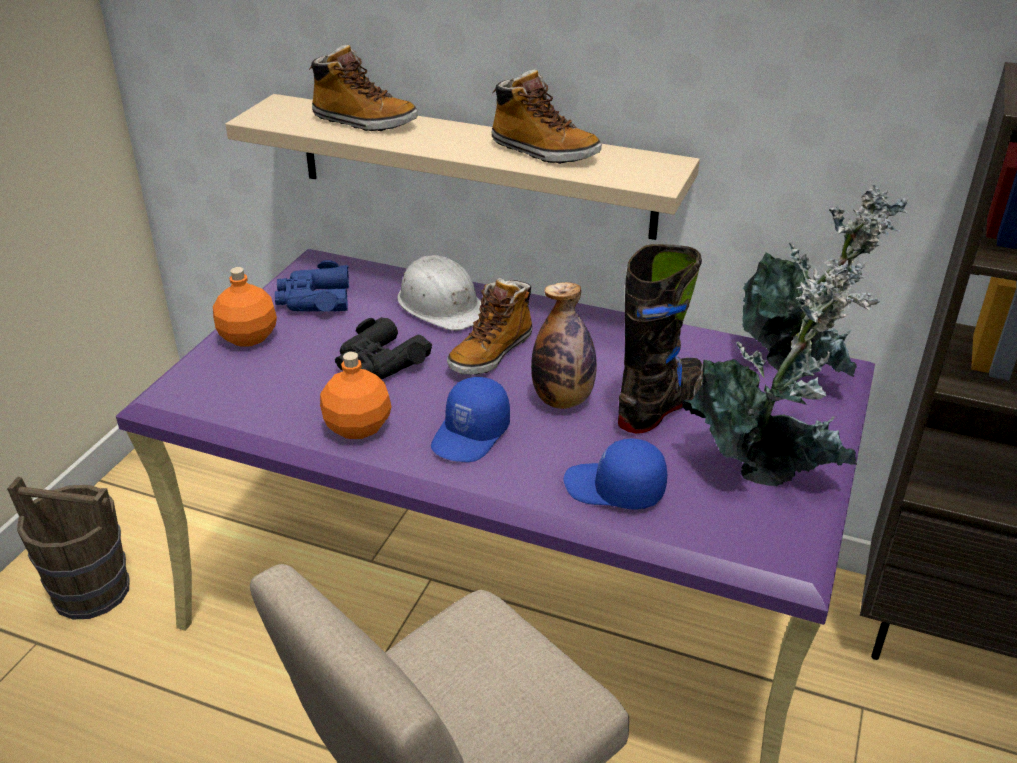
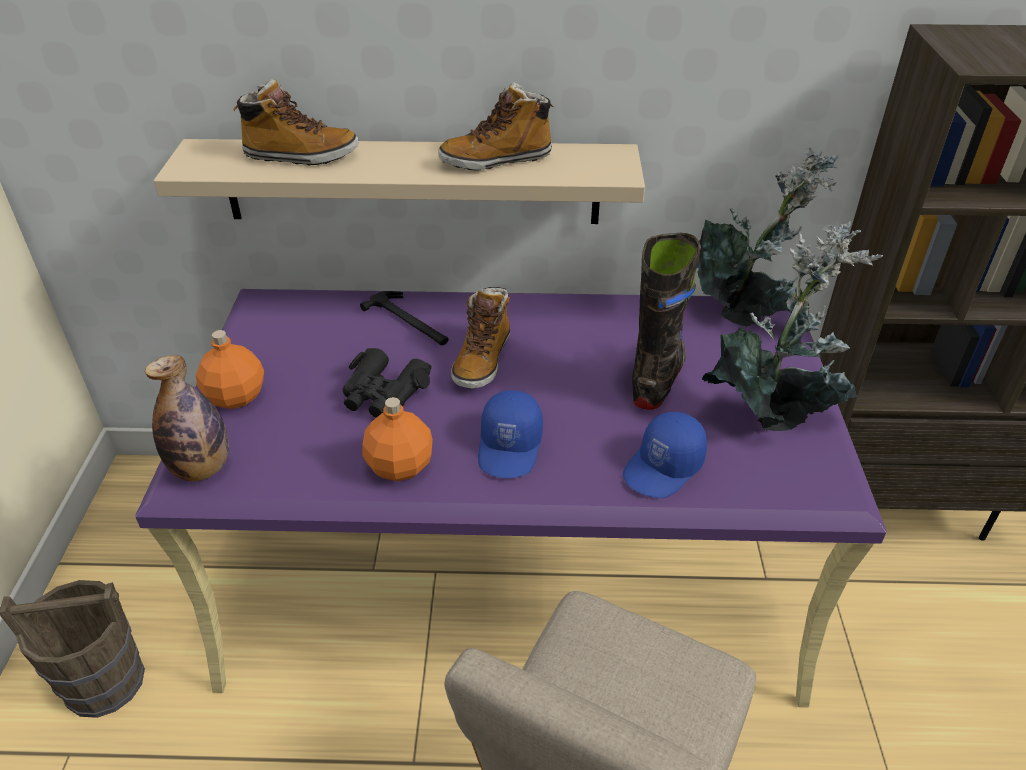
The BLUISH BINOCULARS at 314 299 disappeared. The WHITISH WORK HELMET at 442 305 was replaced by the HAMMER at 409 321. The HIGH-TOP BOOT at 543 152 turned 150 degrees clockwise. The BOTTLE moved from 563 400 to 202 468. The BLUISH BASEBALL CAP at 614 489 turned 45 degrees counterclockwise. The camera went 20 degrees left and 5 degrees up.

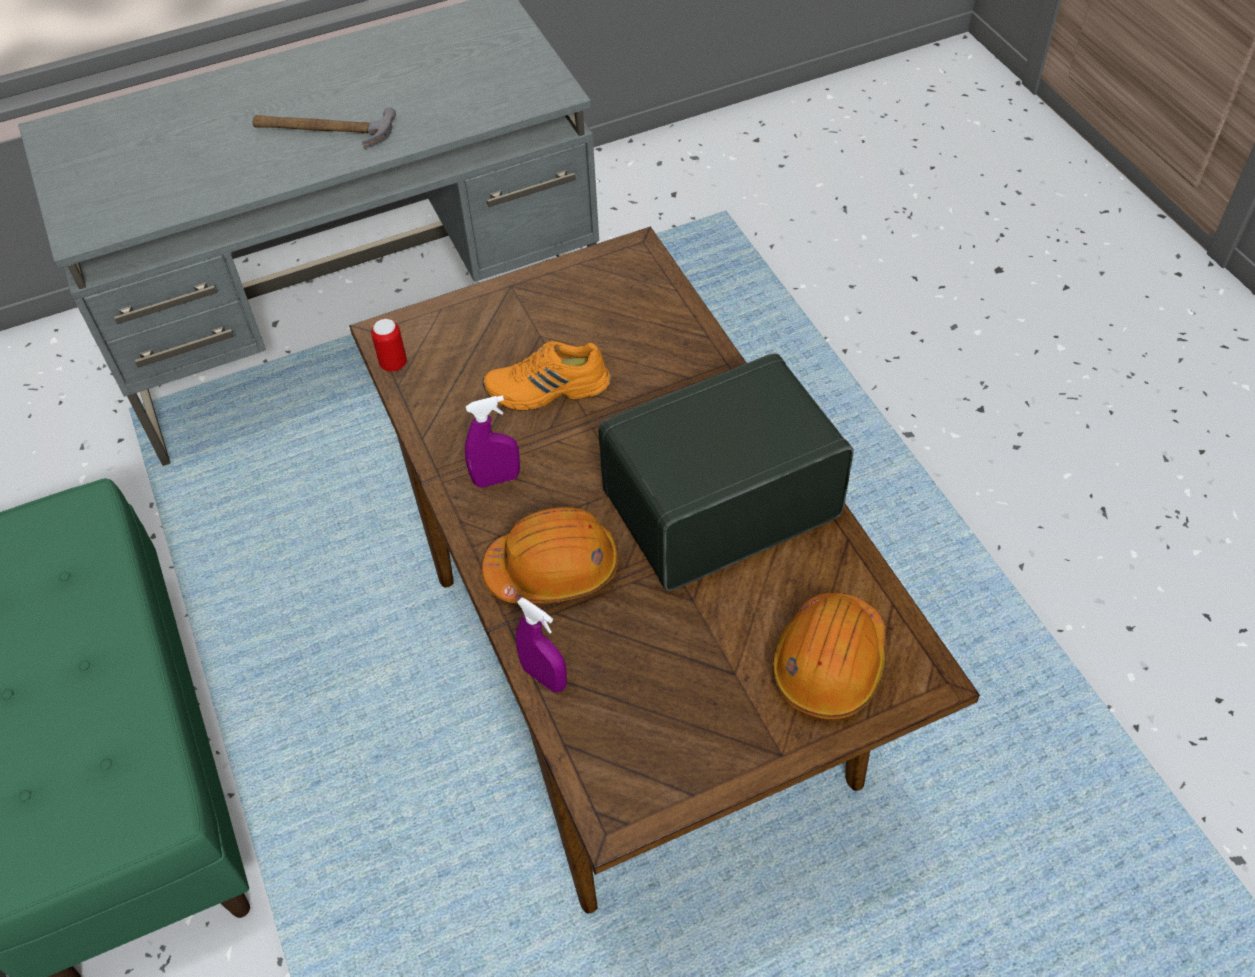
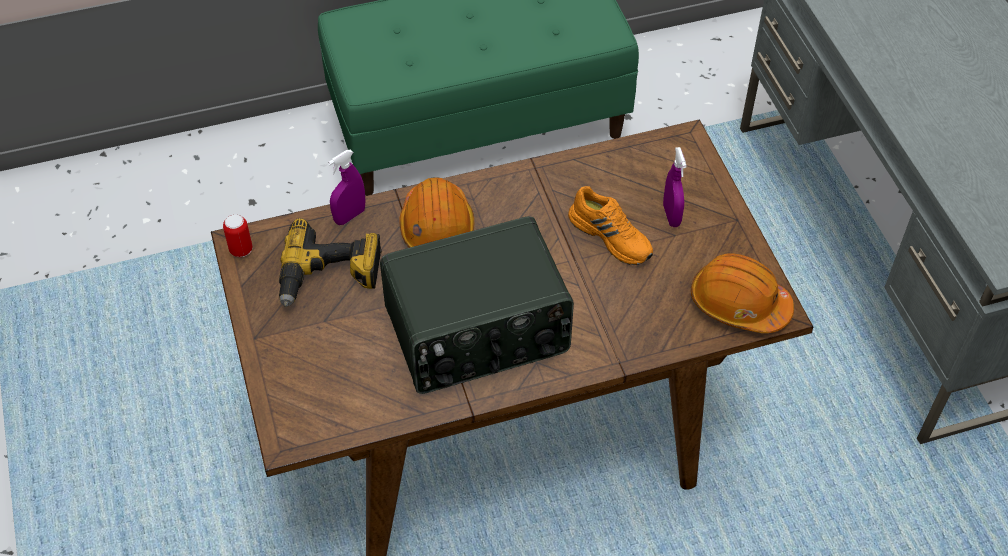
The HAMMER at 322 130 disappeared. The SEALED CAN moved from 393 364 to 241 250. The PURPLISH SPRAY BOTTLE moved from 496 479 to 671 215. The ORANGEY ITEM OF FOOTWEAR at 548 390 turned 135 degrees clockwise. The RADIO RECEIVER at 719 502 turned 90 degrees clockwise. The ORANGEY WORK HELMET moved from 829 664 to 738 304. The DRILL at 330 276 appeared. The camera went 95 degrees right and 0 degrees up.

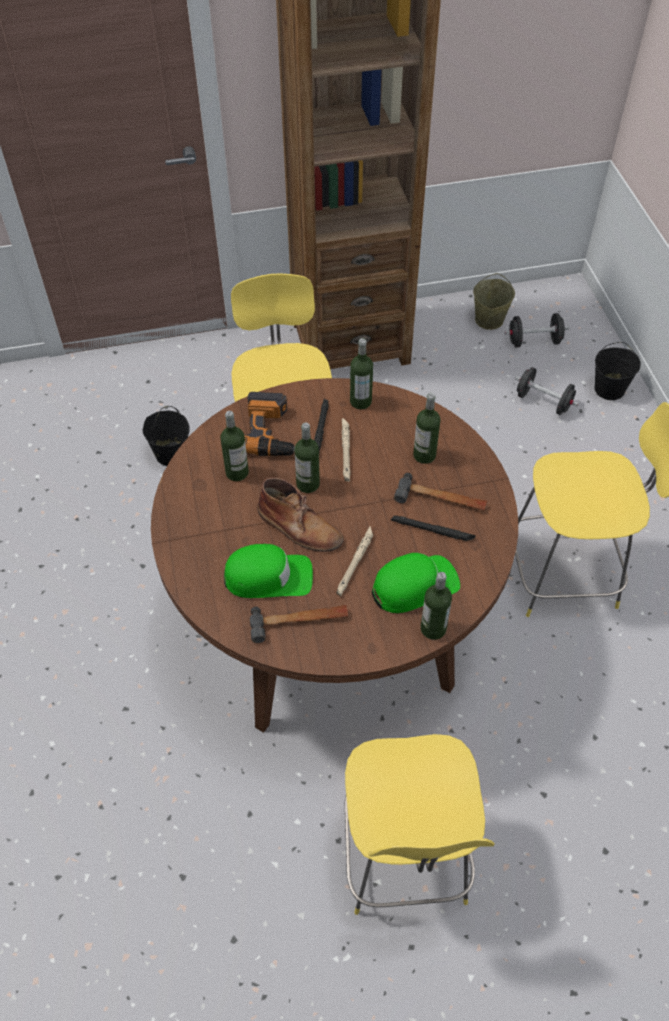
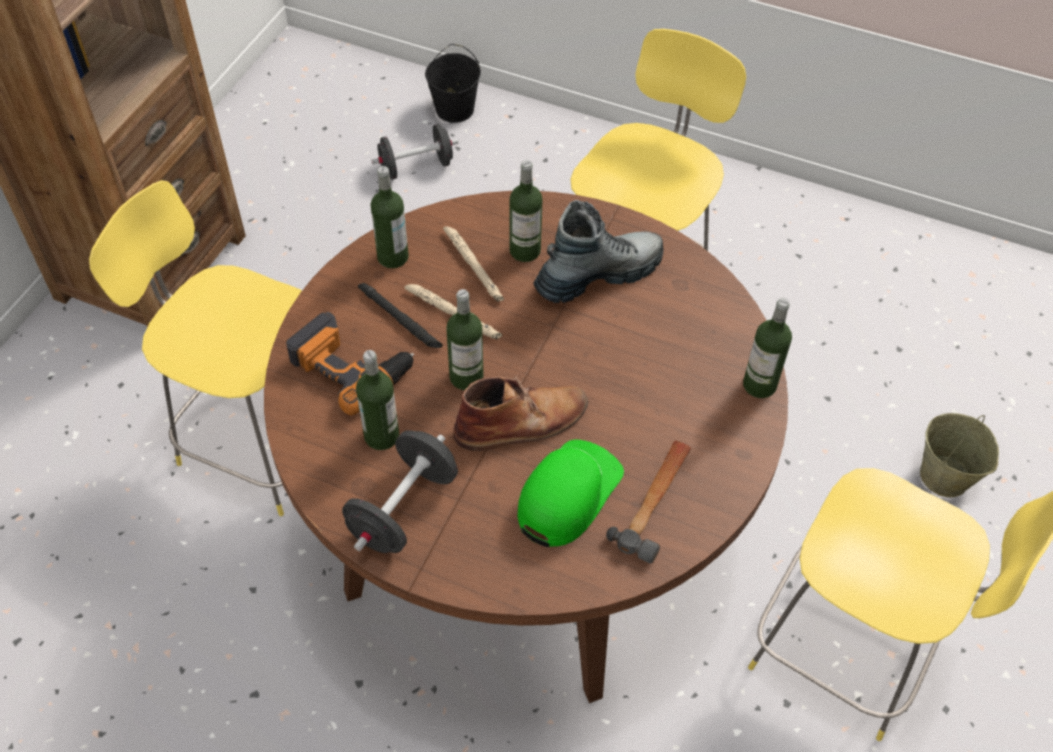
The BLACK PAIL at 171 453 disappeared. The BEIGE-COLOURED FLASHLIGHT moved from 355 562 to 473 266. The GREEN-COLOURED BASEBALL CAP at 415 585 disappeared. The BLACK FLASHLIGHT at 432 530 disappeared. The HAMMER at 441 500 was replaced by the HIGH-TOP BOOT at 598 275. The BEIGE-COLOURED PAIL moved from 489 320 to 945 477. The BLACK DUMBBELL moved from 534 341 to 403 509. The camera went 55 degrees left and 0 degrees up.

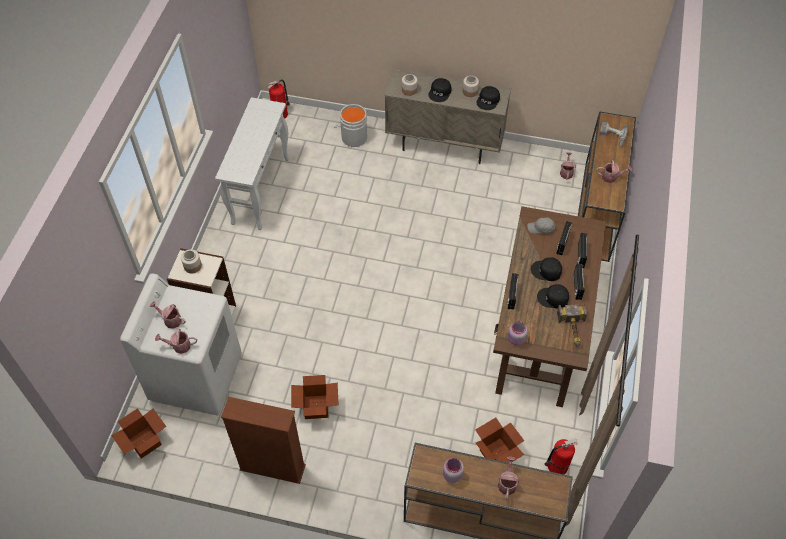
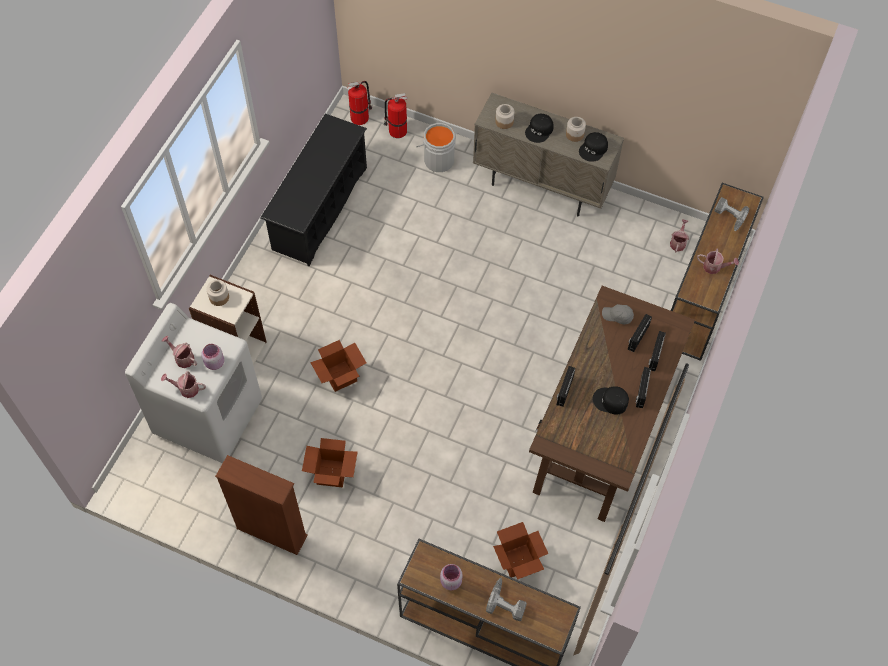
The CARDBOARD BOX moved from 145 442 to 340 376. The WHITISH NARROW TABLE at 260 190 was replaced by the BLACK SHOE SHELF at 319 208. The WATERING POT at 507 483 was replaced by the DRILL at 508 601. The PINK-COLOURED PRESERVE JAR moved from 515 339 to 214 363. The BLACK BASEBALL CAP at 546 271 disappeared. The FIRE-FIGHTING CYLINDER moved from 556 467 to 396 131. The HAMMER at 573 330 disappeared. The camera went 10 degrees right and 5 degrees up.

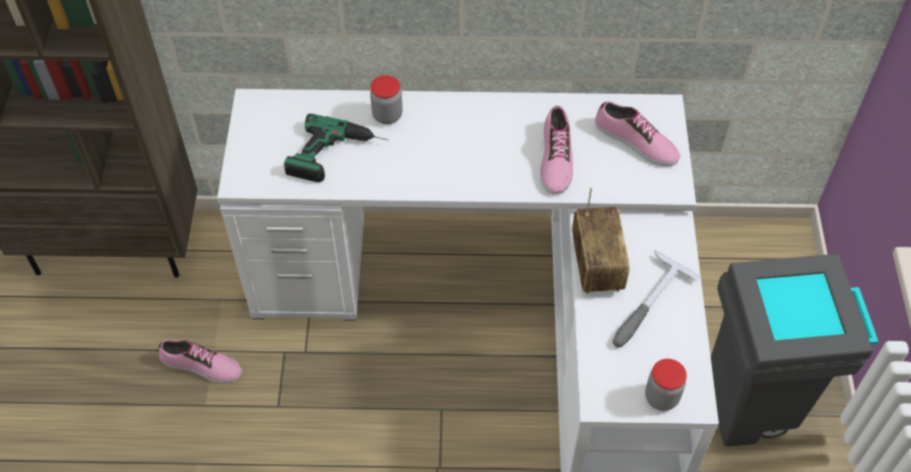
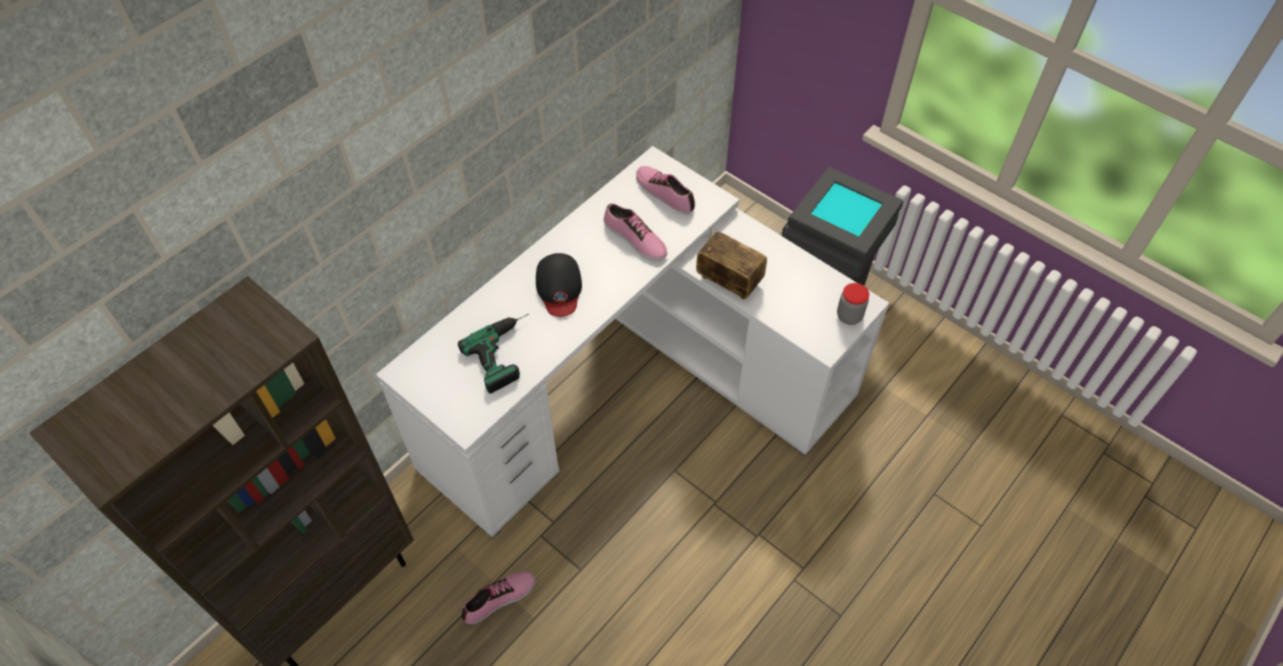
The PRESERVE JAR at 387 115 disappeared. The ITEM OF FOOTWEAR at 636 142 turned 120 degrees counterclockwise. The HAMMER at 645 306 disappeared. The BLACK BASEBALL CAP at 559 287 appeared. The camera went 50 degrees left and 0 degrees up.

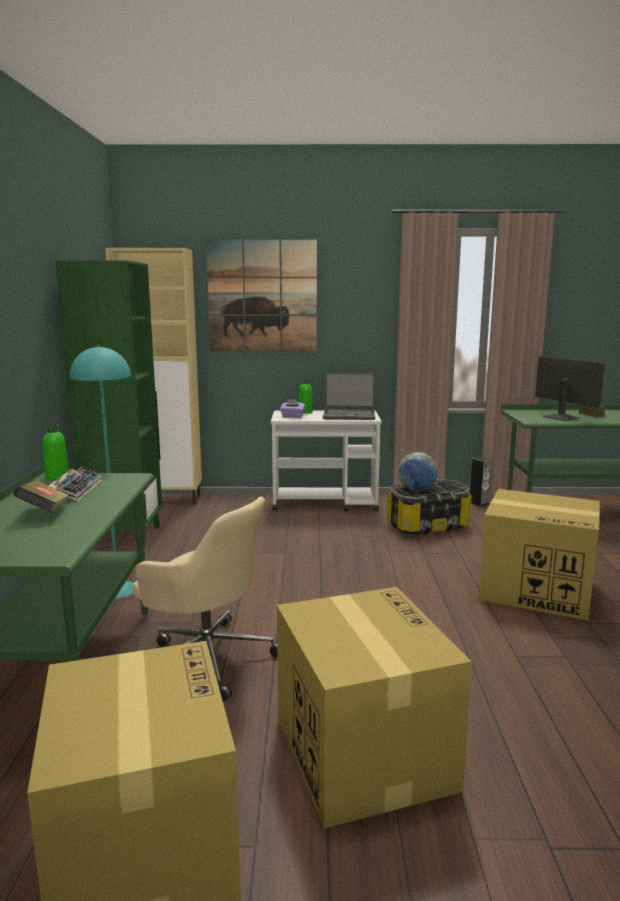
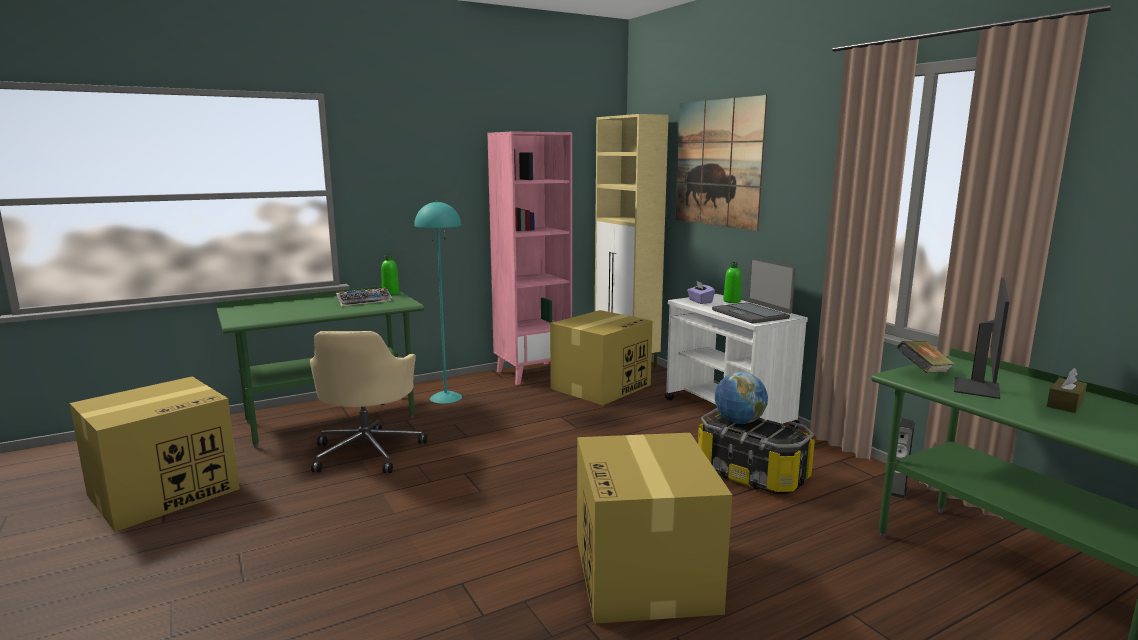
The VOLUME moved from 44 513 to 923 373. The GREEN-COLOURED BOOKCASE at 124 538 became the PINK-COLOURED BOOKCASE at 532 373. The CARDBOARD BOX moved from 361 751 to 601 386. The camera went 60 degrees right and 0 degrees up.

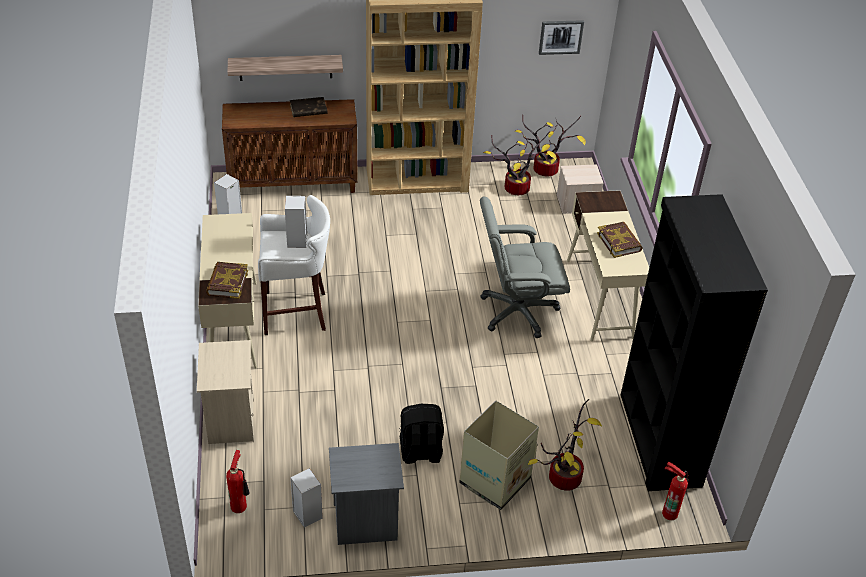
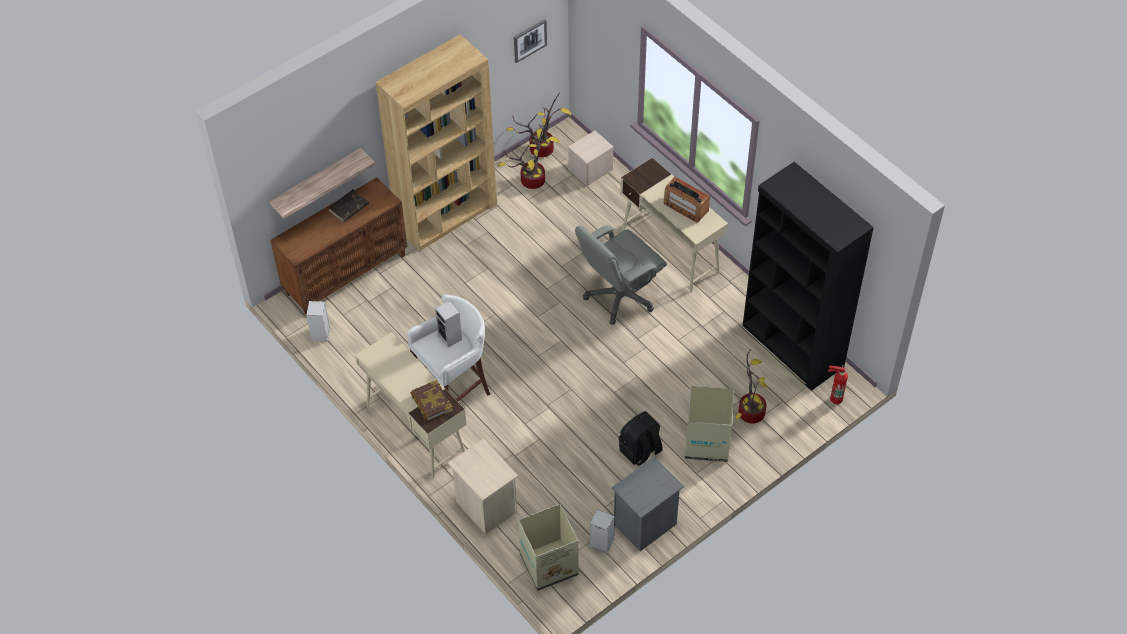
The FIRE-FIGHTING CYLINDER at 240 506 was replaced by the CARDBOARD BOX at 550 565. The VOLUME at 619 242 was replaced by the RADIO RECEIVER at 685 207. The camera went 30 degrees left and 10 degrees up.

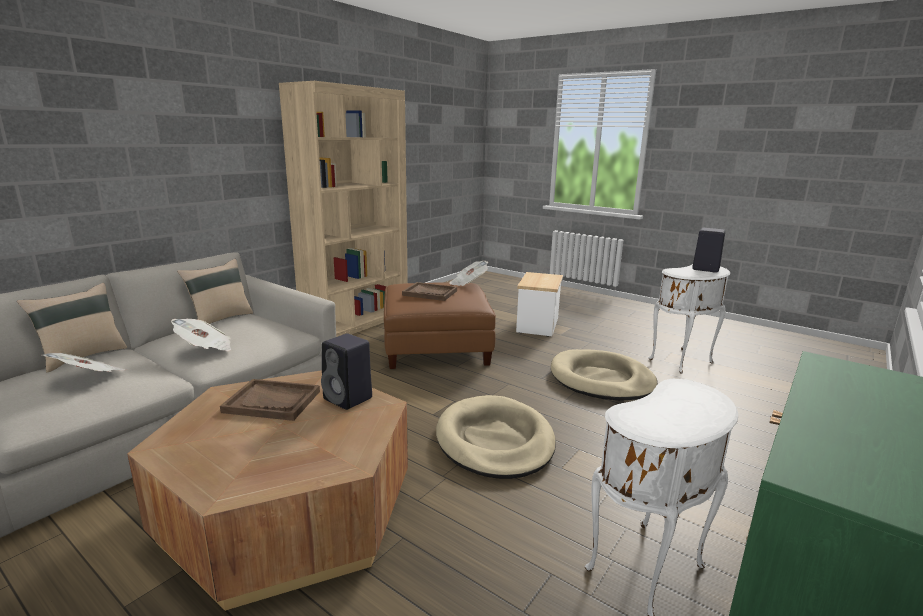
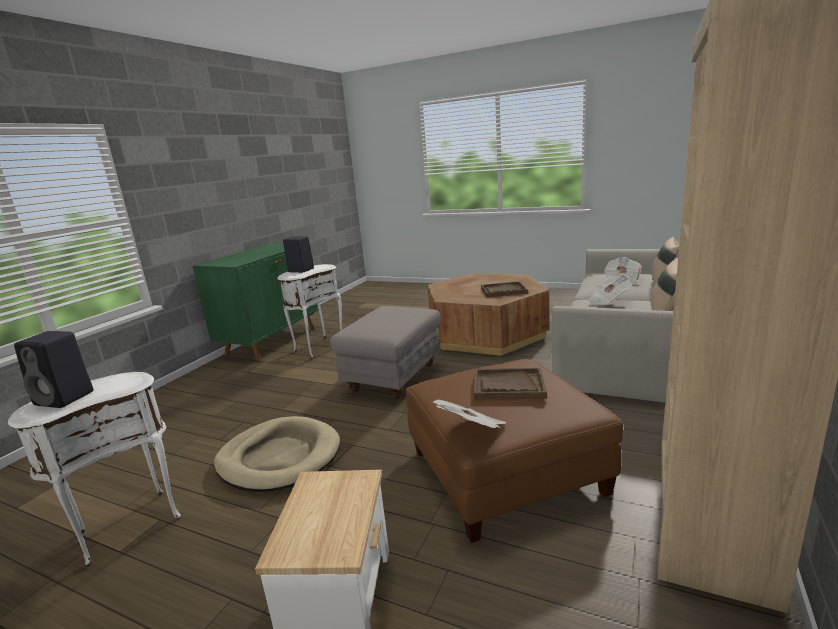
The BLACK LOUDSPEAKER moved from 349 399 to 300 270. The BEIGE-COLOURED PET BED at 495 441 was replaced by the GREYISH POUFFE at 393 378. The camera went 170 degrees right and 0 degrees up.

